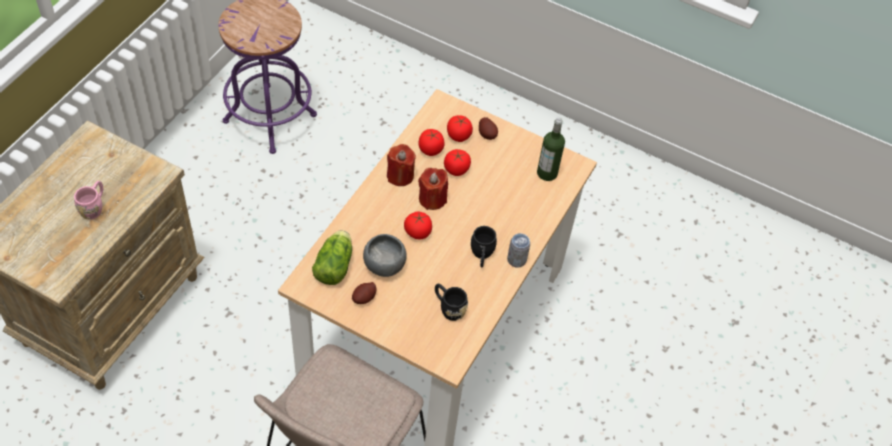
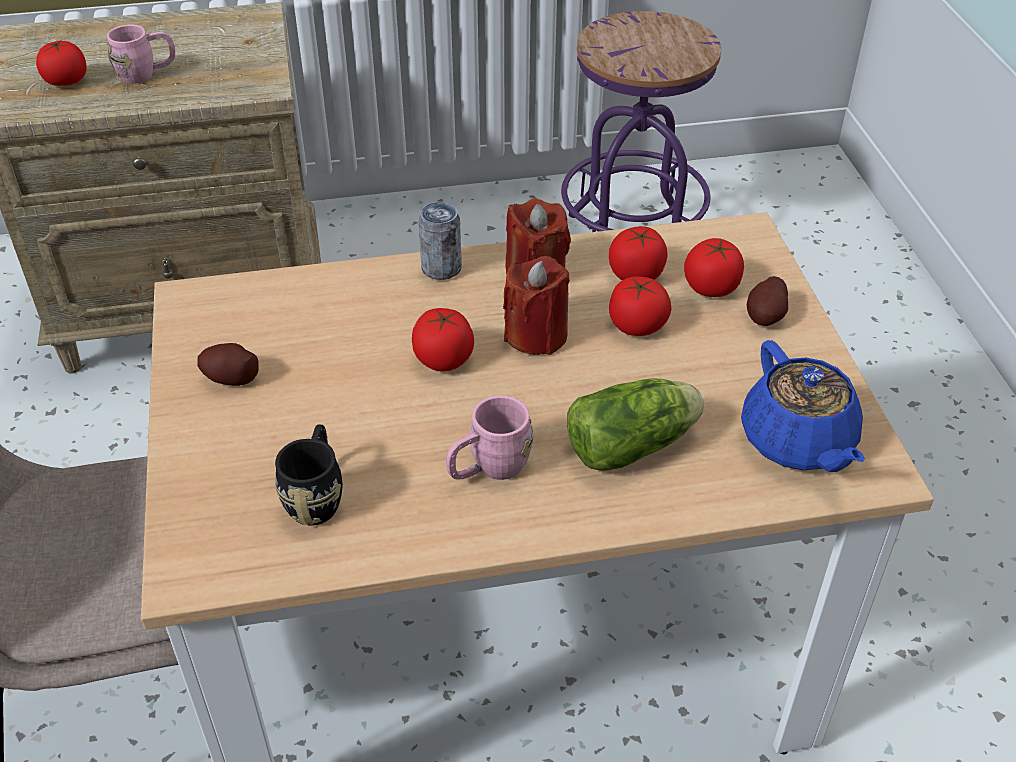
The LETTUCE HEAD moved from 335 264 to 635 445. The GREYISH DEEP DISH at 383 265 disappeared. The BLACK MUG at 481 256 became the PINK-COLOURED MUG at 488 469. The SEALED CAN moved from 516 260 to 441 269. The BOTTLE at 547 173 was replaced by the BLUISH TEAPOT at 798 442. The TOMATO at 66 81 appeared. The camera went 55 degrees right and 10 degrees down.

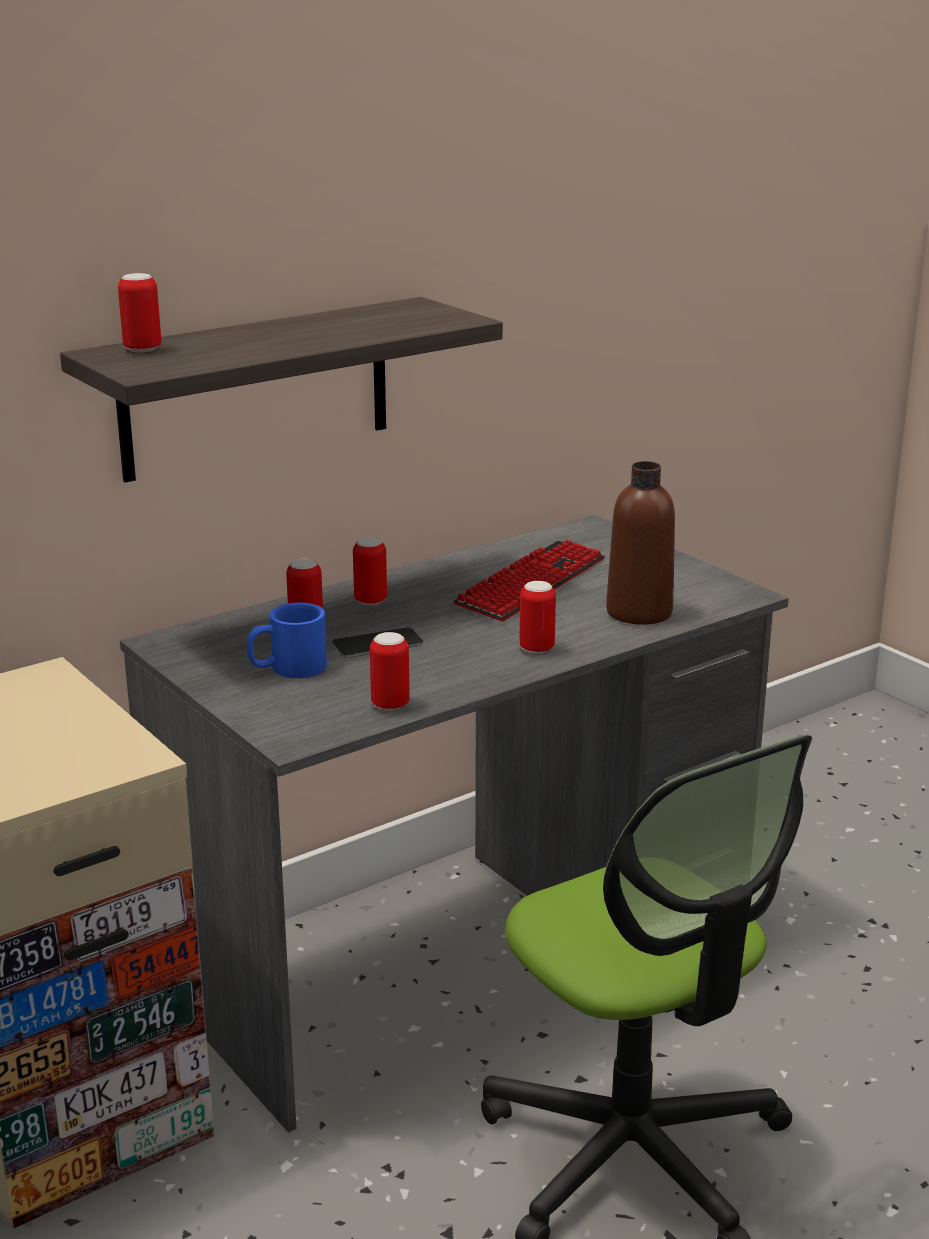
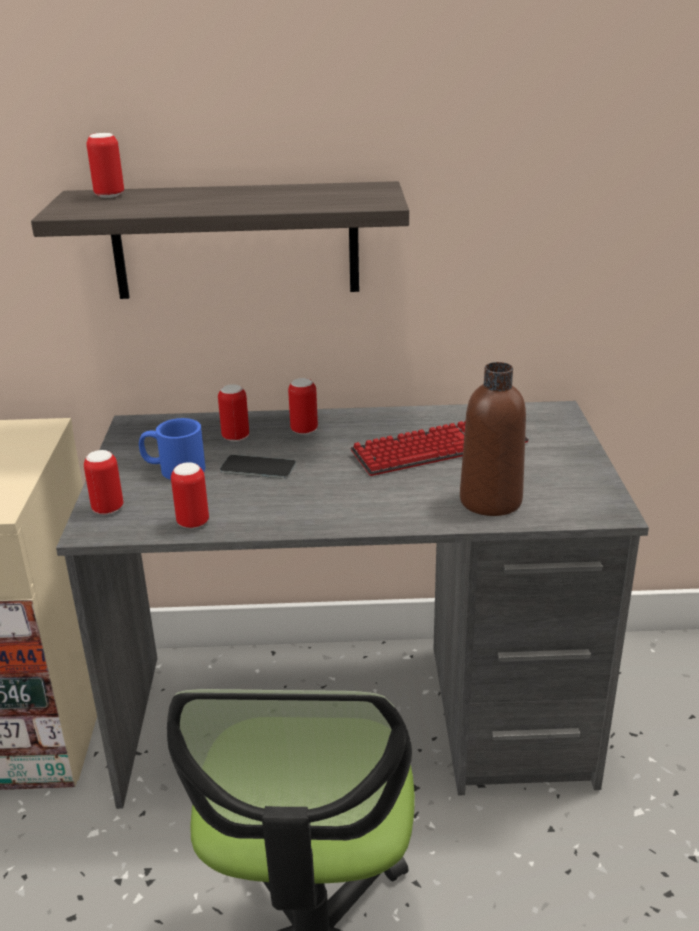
The SEALED CAN moved from 536 649 to 108 509. The camera went 35 degrees right and 5 degrees up.

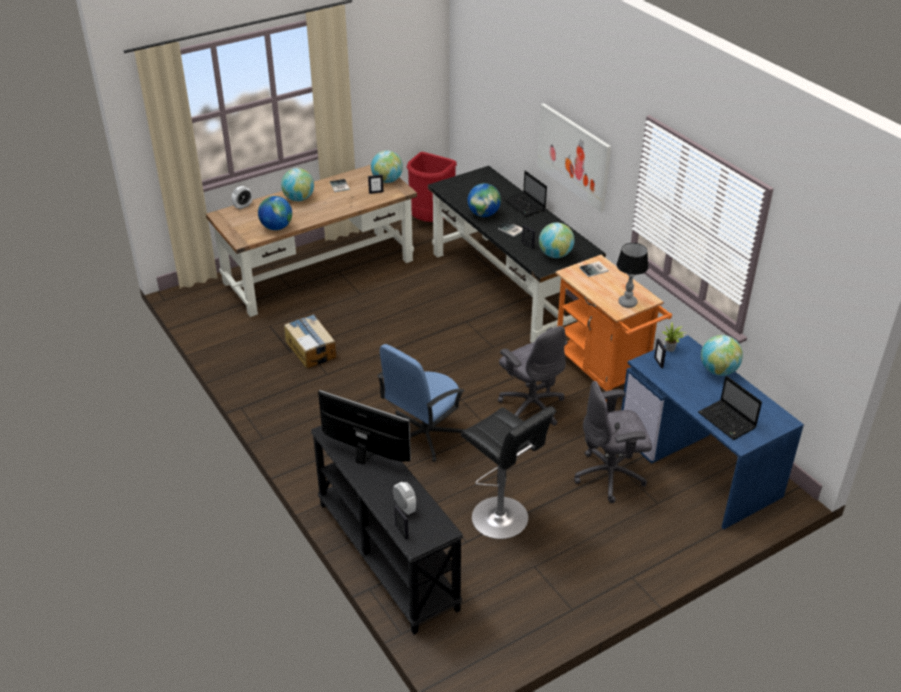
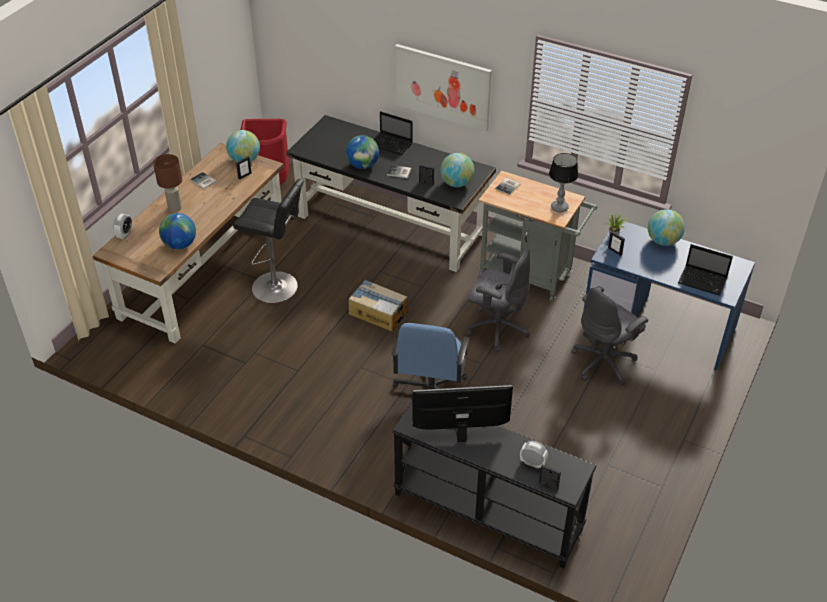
The WORLD GLOBE at 298 199 was replaced by the BROWNISH TABLE LAMP at 175 207. The CARDBOARD BOX moved from 311 349 to 378 312. The BLACK STOOL moved from 503 520 to 278 287. The ORANGEY TROLLEY at 604 374 became the GREYISH TROLLEY at 531 275. The camera went 30 degrees left and 5 degrees up.

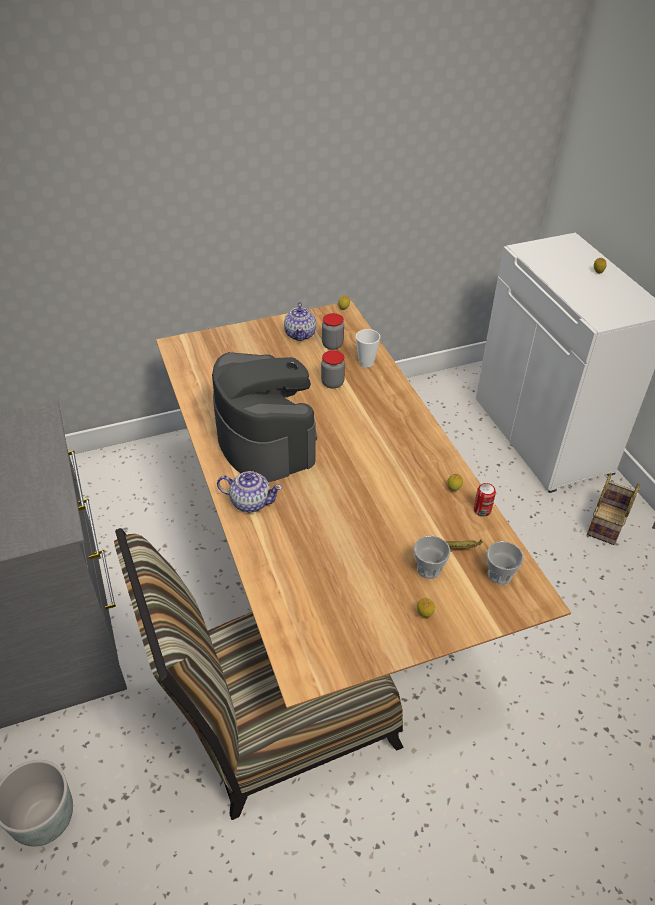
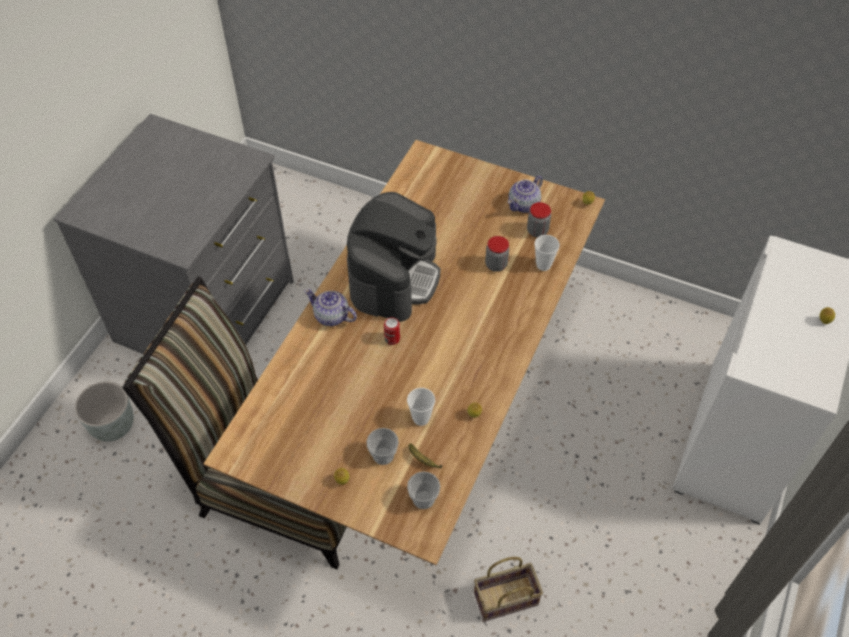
The TEAPOT at 250 502 turned 150 degrees clockwise. The SEALED CAN moved from 482 510 to 392 339. The HOUSEHOLD BASKET moved from 607 524 to 505 600. The DRINKING CUP at 421 418 appeared. The camera went 45 degrees right and 10 degrees up.

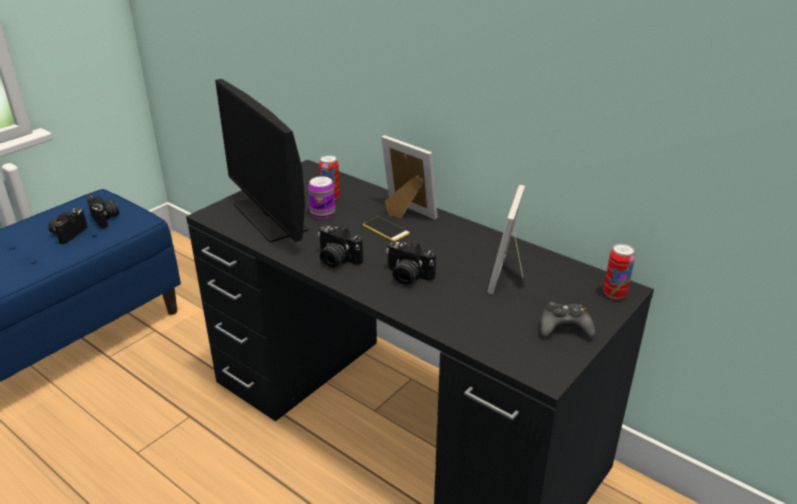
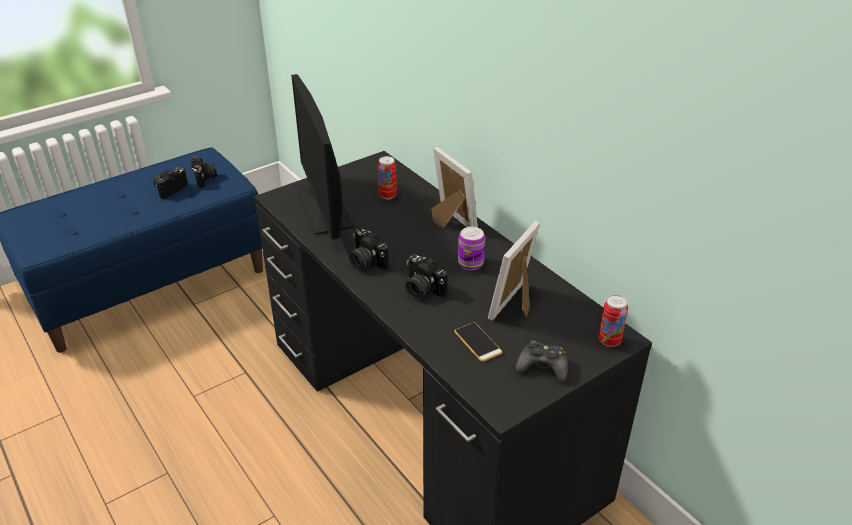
The SEALED CAN moved from 323 213 to 470 263. The TELEPHONE moved from 386 229 to 477 342. The camera went 15 degrees right and 5 degrees up.

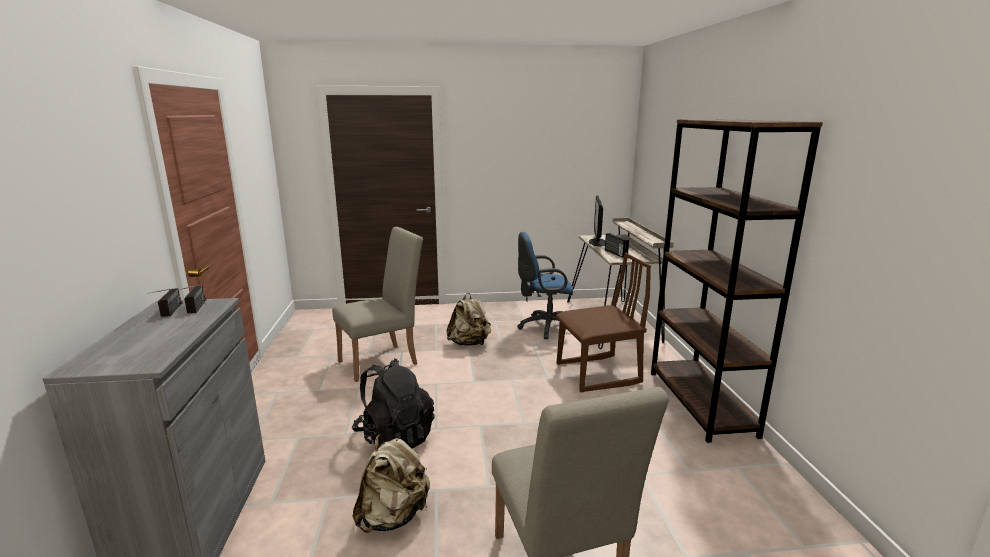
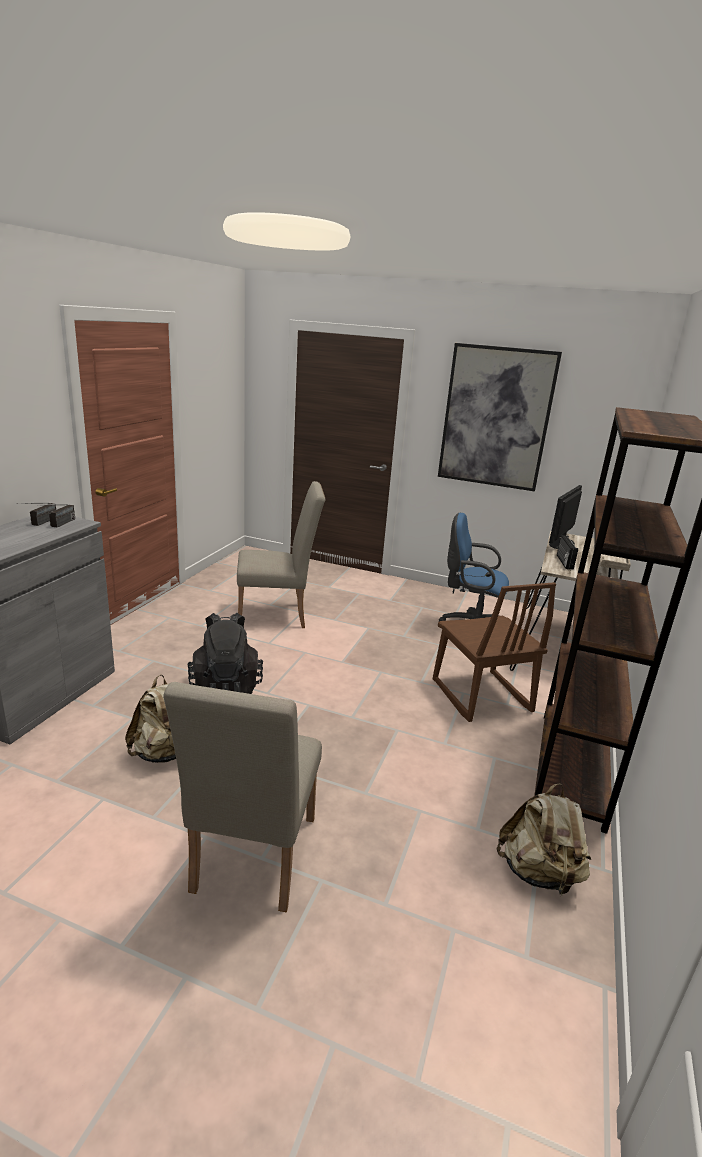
The BEIGE-COLOURED BACKPACK moved from 469 343 to 539 873. The BROWNISH PLAIN CHAIR at 598 374 turned 60 degrees clockwise. The WALL PICTURE at 496 417 appeared. The camera went 25 degrees right and 5 degrees up.

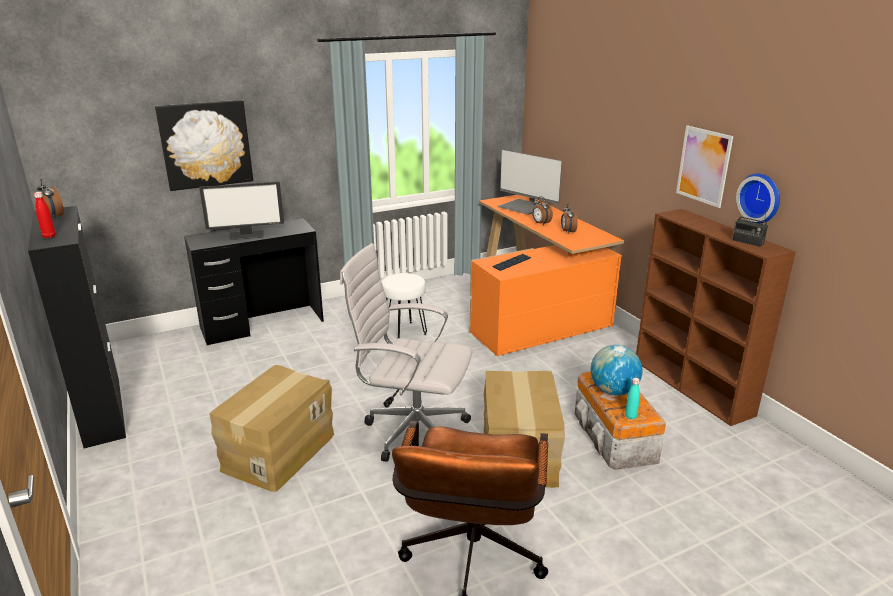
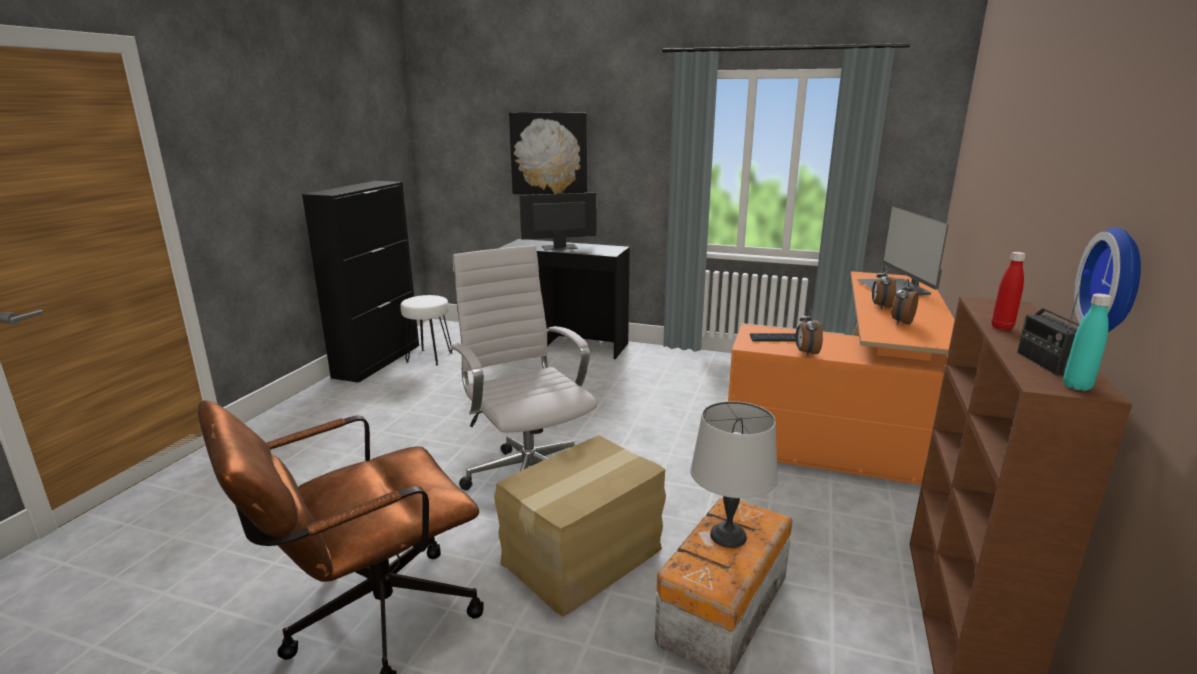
The RED BOTTLE moved from 49 236 to 1001 327. The BEDSIDE CLOCK moved from 53 216 to 806 353. The COMPUTER DISPLAY at 247 235 turned 135 degrees clockwise. The CARDBOARD BOX at 278 452 disappeared. The WHITISH STOOL moved from 404 332 to 429 357. The WORLD GLOBE at 613 391 was replaced by the GREYISH TABLE LAMP at 728 535. The TURQUOISE-COLOURED BOTTLE moved from 630 416 to 1077 386. The WALL PICTURE at 703 166 disappeared. The camera went 45 degrees right and 5 degrees down.

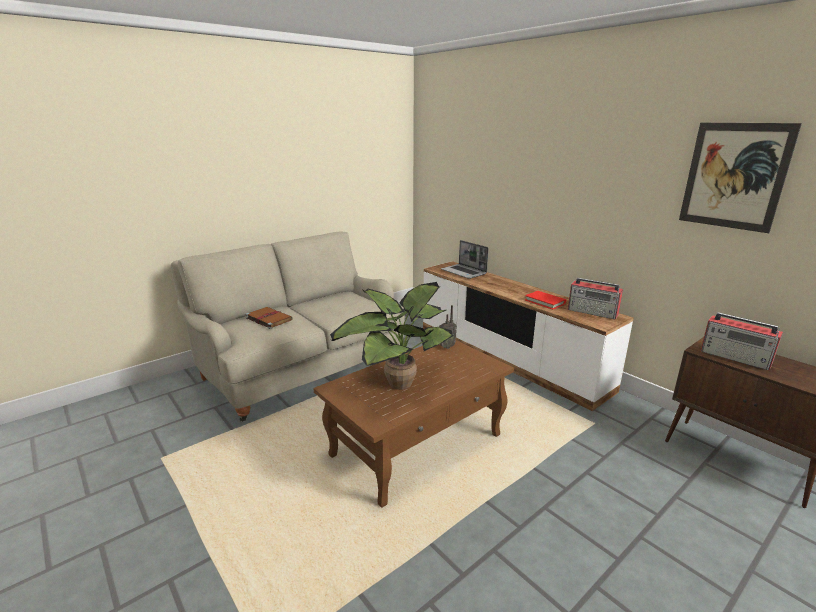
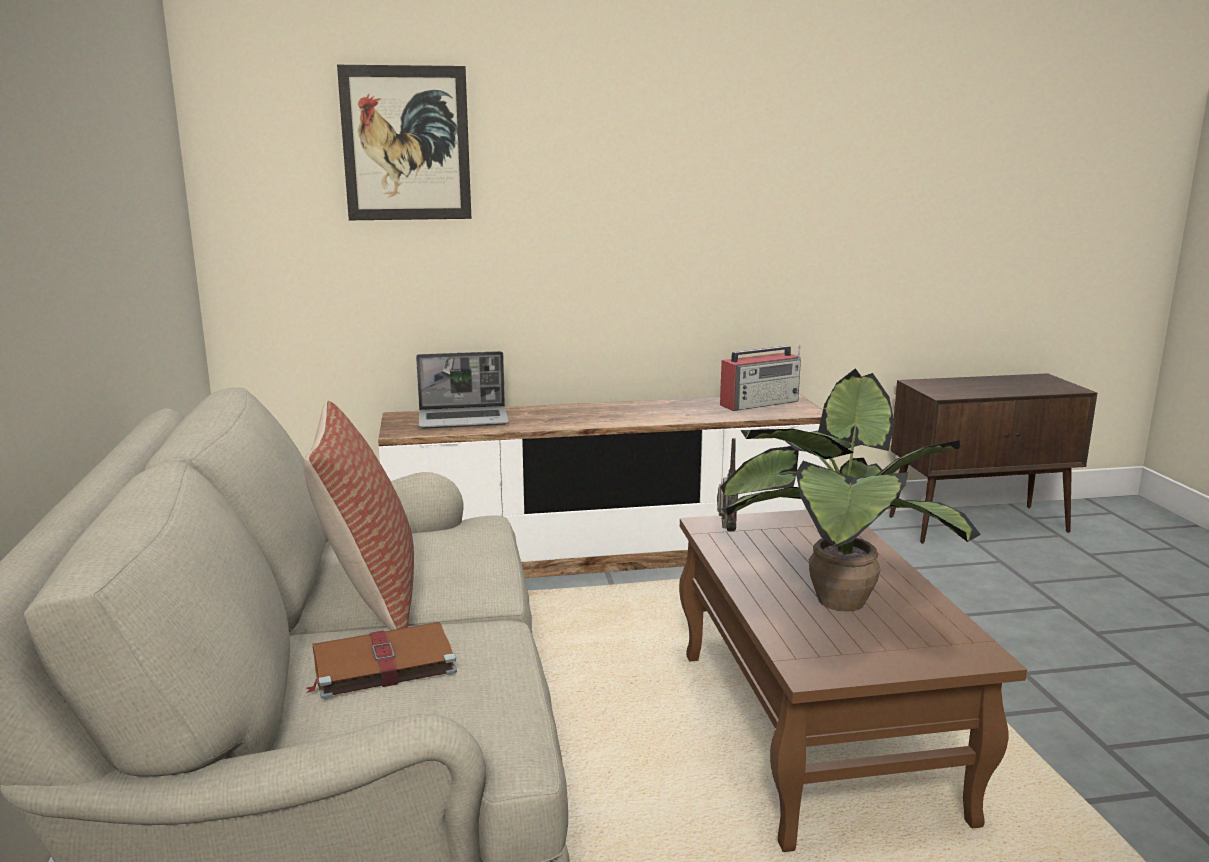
The RED VOLUME at 545 302 disappeared. The WALL PICTURE moved from 734 176 to 406 144. The RADIO RECEIVER at 736 358 disappeared. The CUSHION at 370 596 appeared. The camera went 60 degrees left and 5 degrees down.

